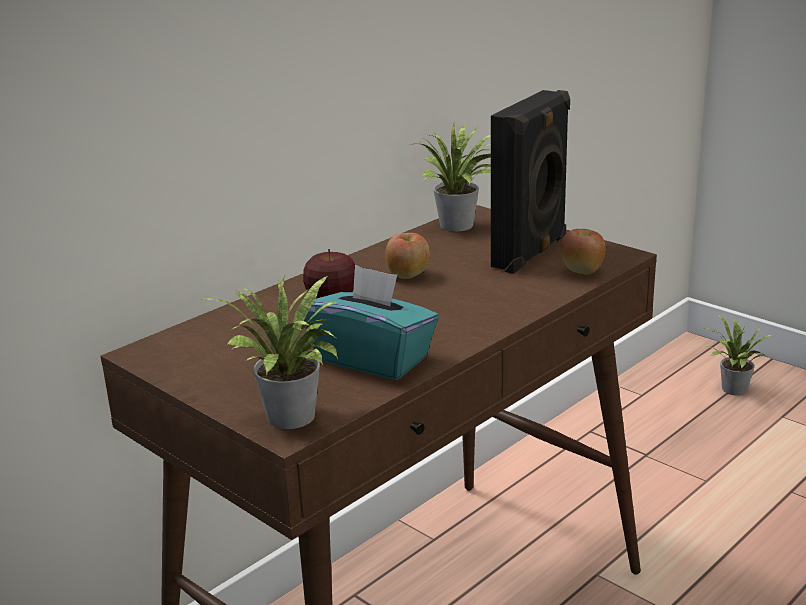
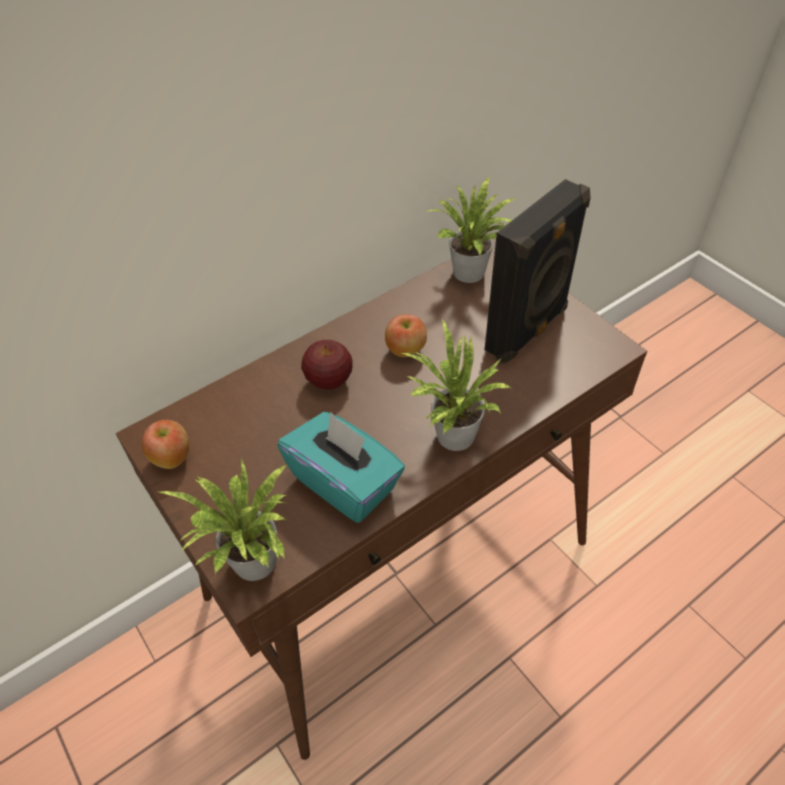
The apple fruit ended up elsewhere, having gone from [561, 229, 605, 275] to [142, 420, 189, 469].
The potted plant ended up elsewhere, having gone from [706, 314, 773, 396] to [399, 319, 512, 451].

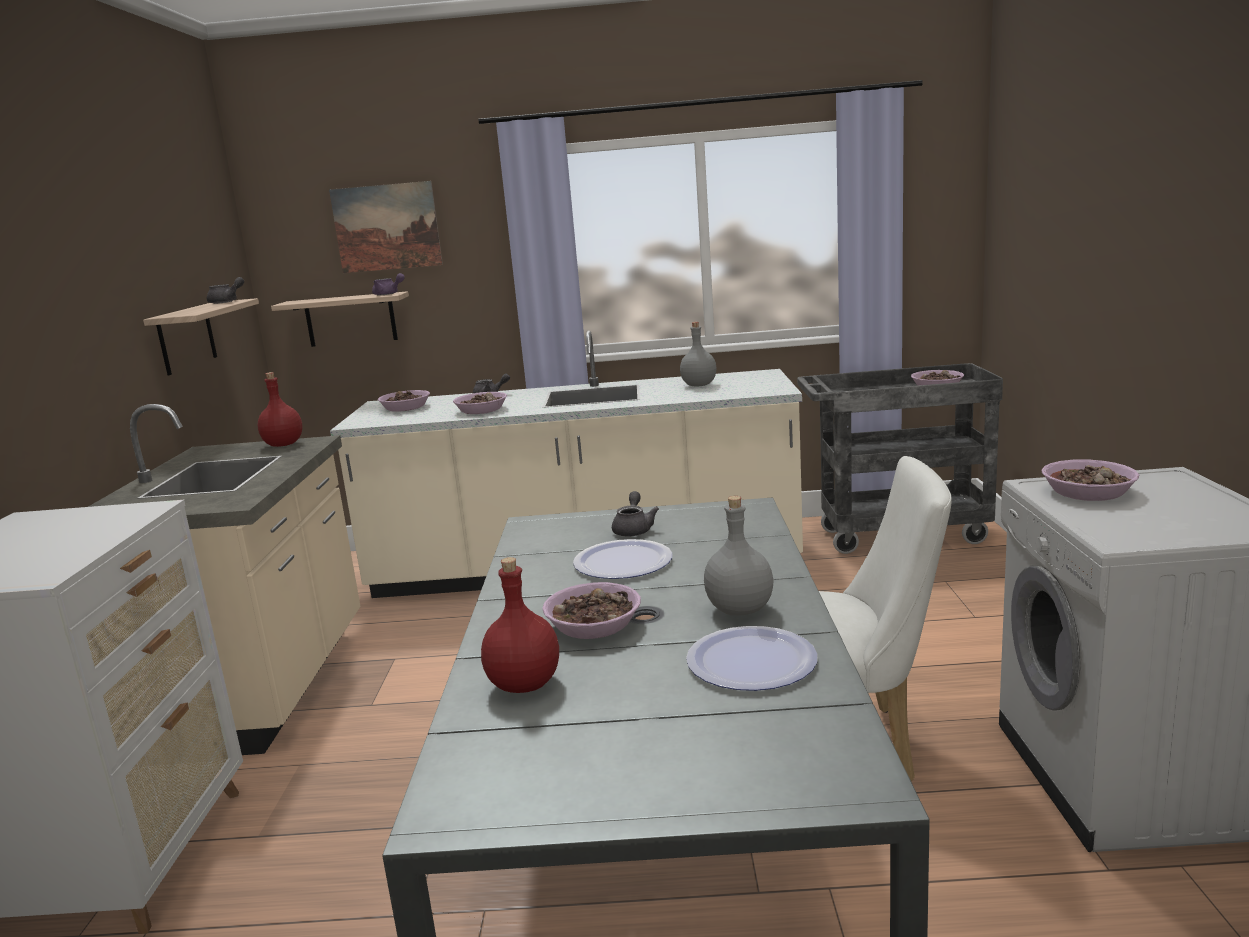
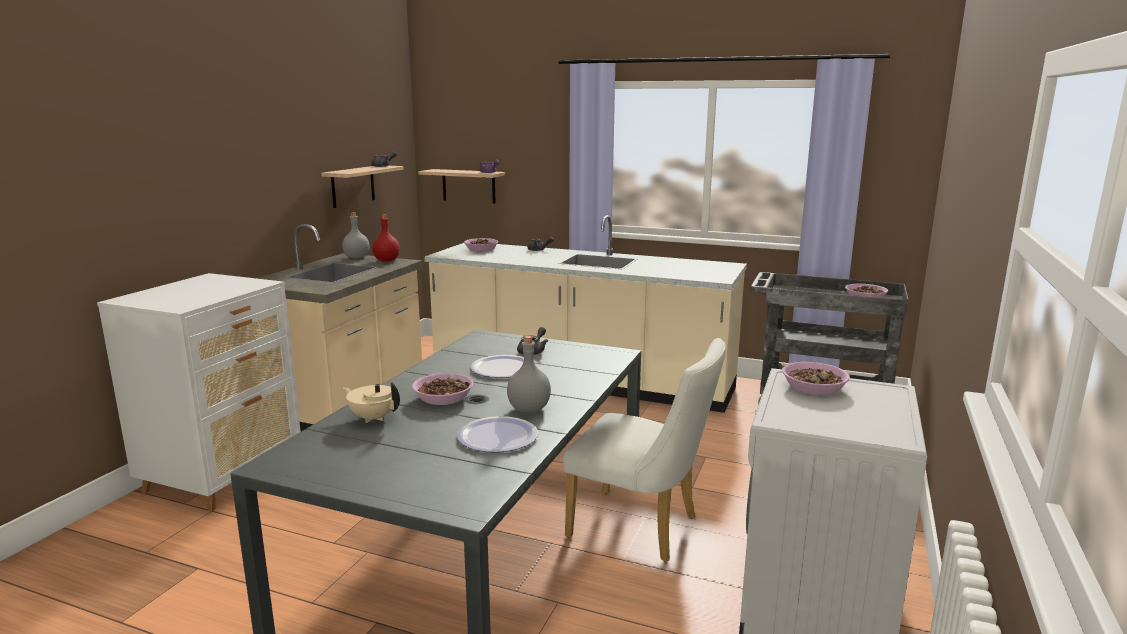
The second view lost the wall picture at [329, 181, 443, 273].
The grey bottle ended up elsewhere, having gone from [680, 322, 716, 386] to [342, 212, 370, 258].
The second view lost the deep dish at [453, 392, 507, 414].
Where the red bottle stood at [481, 557, 559, 693], the beige-coloured tea pot came to stand at [343, 382, 400, 423].

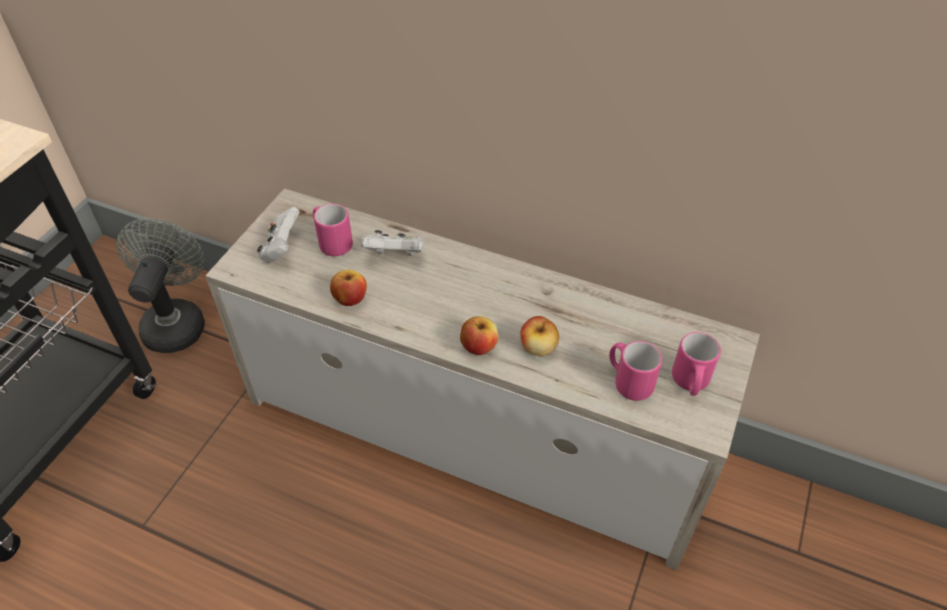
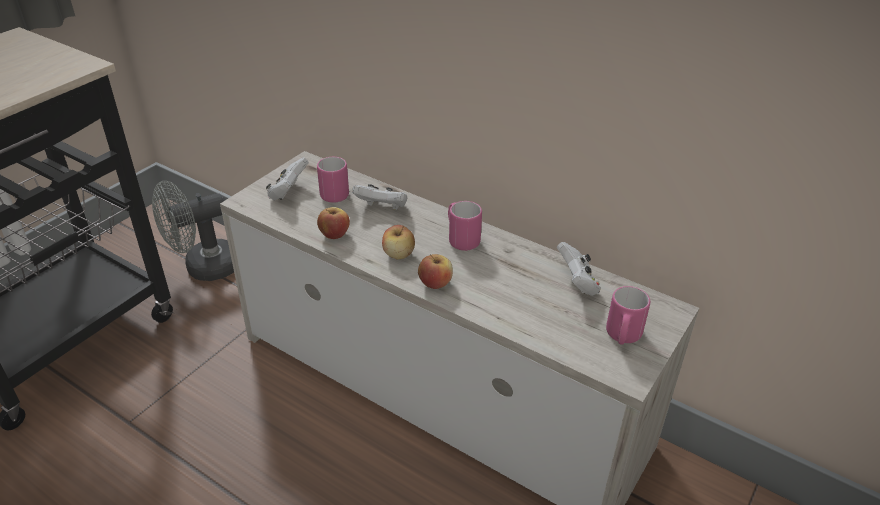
The grey fan at [116, 218, 205, 353] ended up facing another way, 135 degrees counterclockwise from before.
The apple fruit ended up elsewhere, having gone from [520, 316, 559, 356] to [382, 225, 415, 260].
The pink mug ended up elsewhere, having gone from [609, 341, 662, 401] to [448, 201, 482, 251].
The second view gained the whitish gamepad at [557, 242, 601, 296].

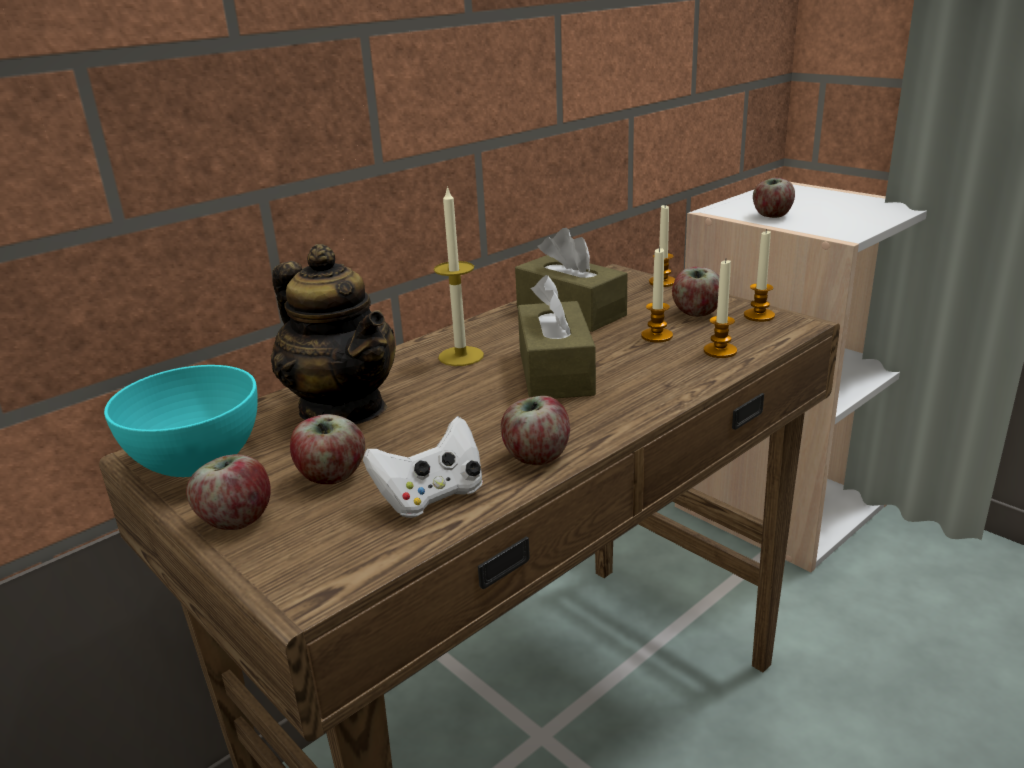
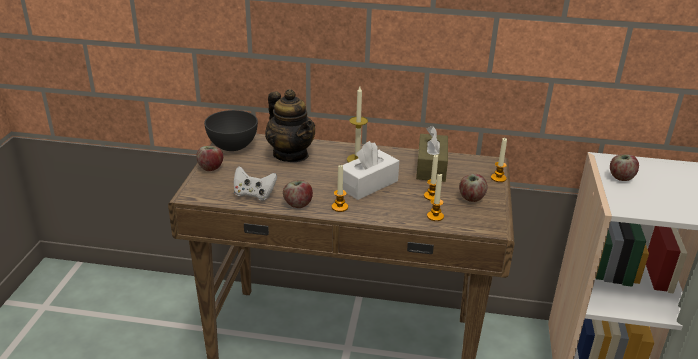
The wax light ended up elsewhere, having gone from [744, 229, 775, 322] to [332, 164, 348, 212].
The tea pot at [271, 244, 396, 424] ended up facing another way, 45 degrees counterclockwise from before.
What was the brown tissue box at [518, 275, 596, 399] turned into the whitish tissue box at [343, 141, 399, 200].
What was the blue-green deep dish at [104, 365, 258, 477] turned into the grey deep dish at [204, 110, 258, 151].
The second view lost the apple fruit at [290, 414, 365, 484].

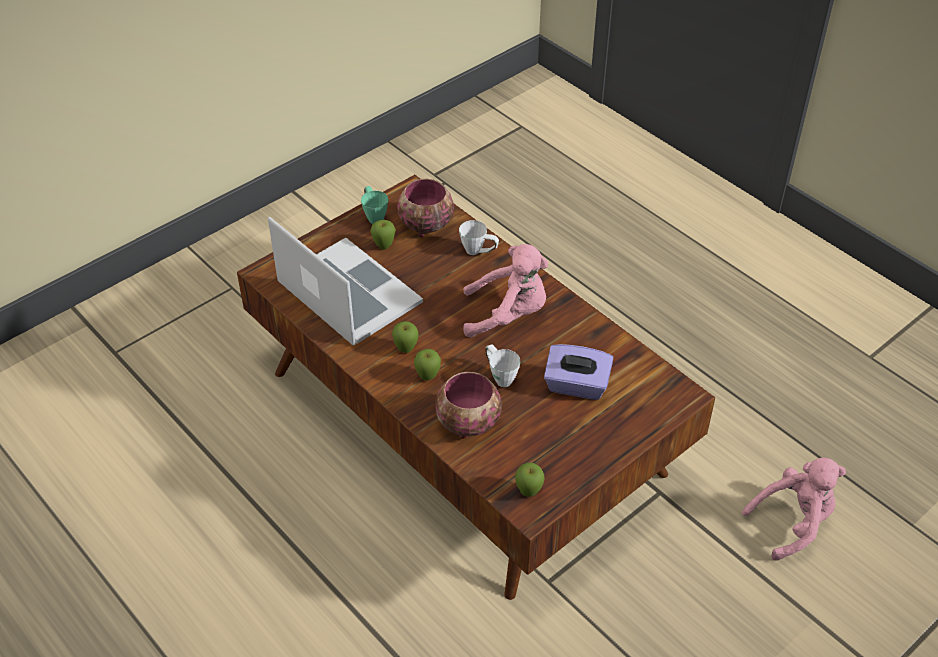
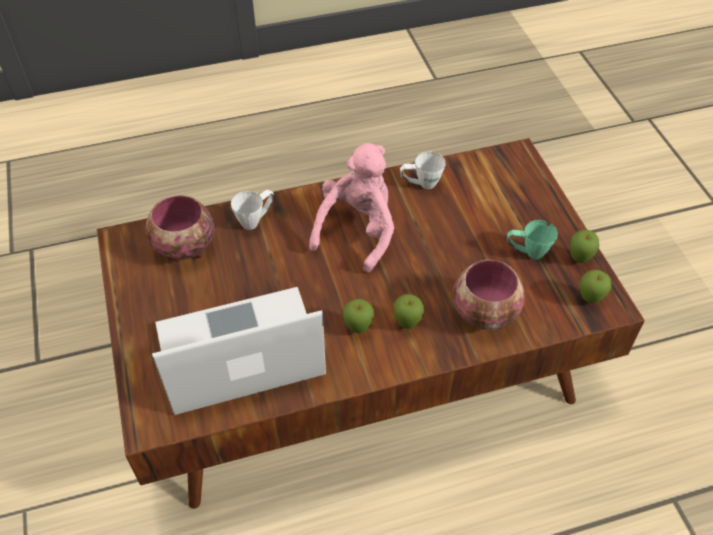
The greenish mug ended up elsewhere, having gone from [361, 186, 388, 224] to [507, 220, 558, 259].
The apple fruit ended up elsewhere, having gone from [370, 220, 396, 250] to [570, 230, 600, 263].
The whitish mug ended up elsewhere, having gone from [485, 344, 520, 387] to [400, 152, 446, 189].
The second view lost the purple tissue box at [544, 344, 613, 400].
The second view lost the pink plush toy at [742, 457, 846, 561].

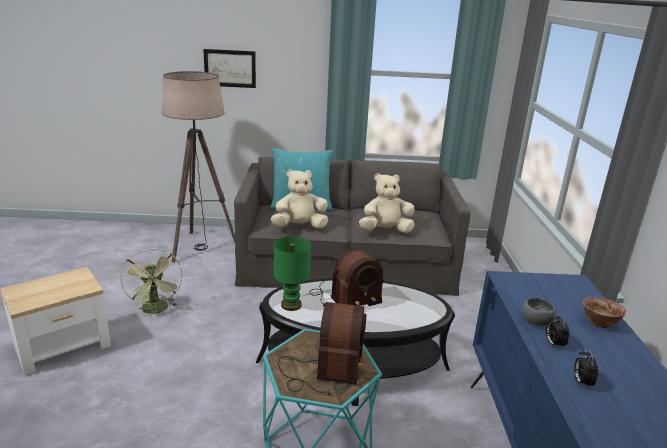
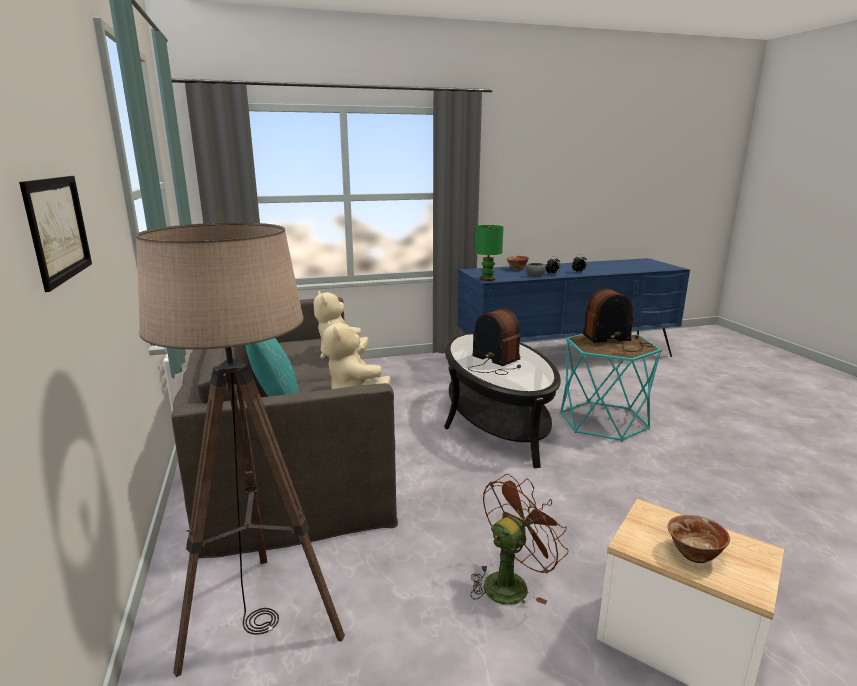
The greenish tabletop lamp ended up elsewhere, having gone from [274, 236, 311, 311] to [475, 225, 503, 281].
What was the greenish fan at [121, 248, 182, 316] turned into the brown fan at [470, 474, 568, 605].
The second view gained the deep dish at [668, 515, 730, 563].

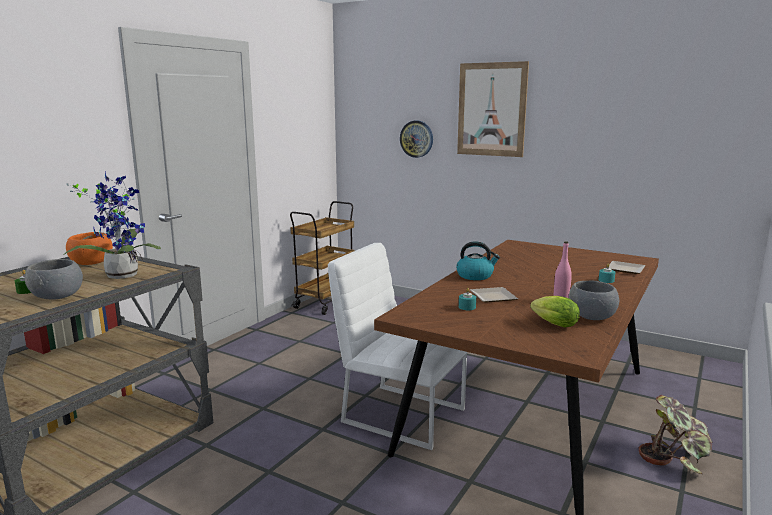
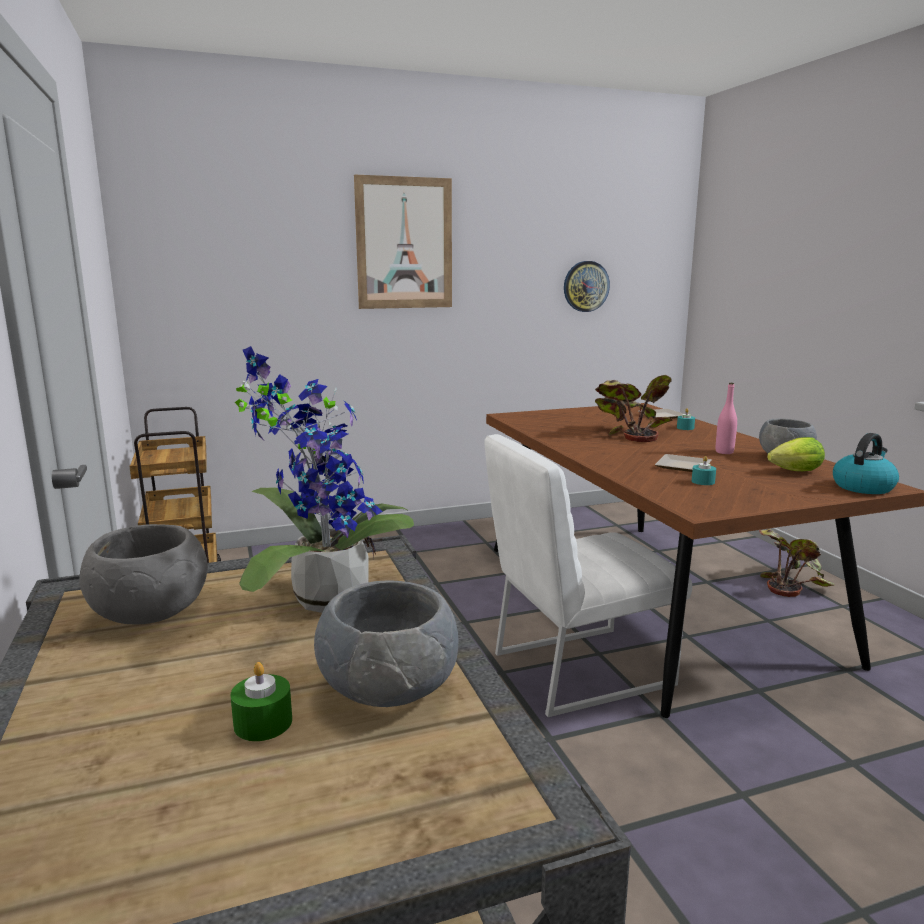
The clock on the wall ended up elsewhere, having gone from [400, 121, 433, 158] to [564, 261, 610, 312].
What was the orange deep dish at [66, 232, 113, 265] turned into the grey deep dish at [79, 524, 208, 624].
The tea kettle ended up elsewhere, having gone from [456, 241, 500, 280] to [833, 433, 899, 494].
The second view gained the potted plant at [595, 375, 673, 442].

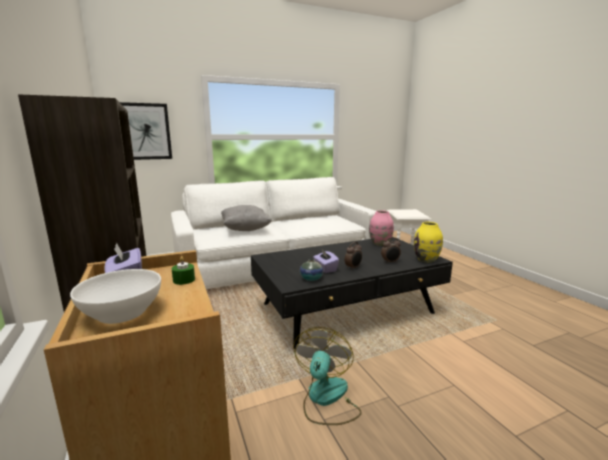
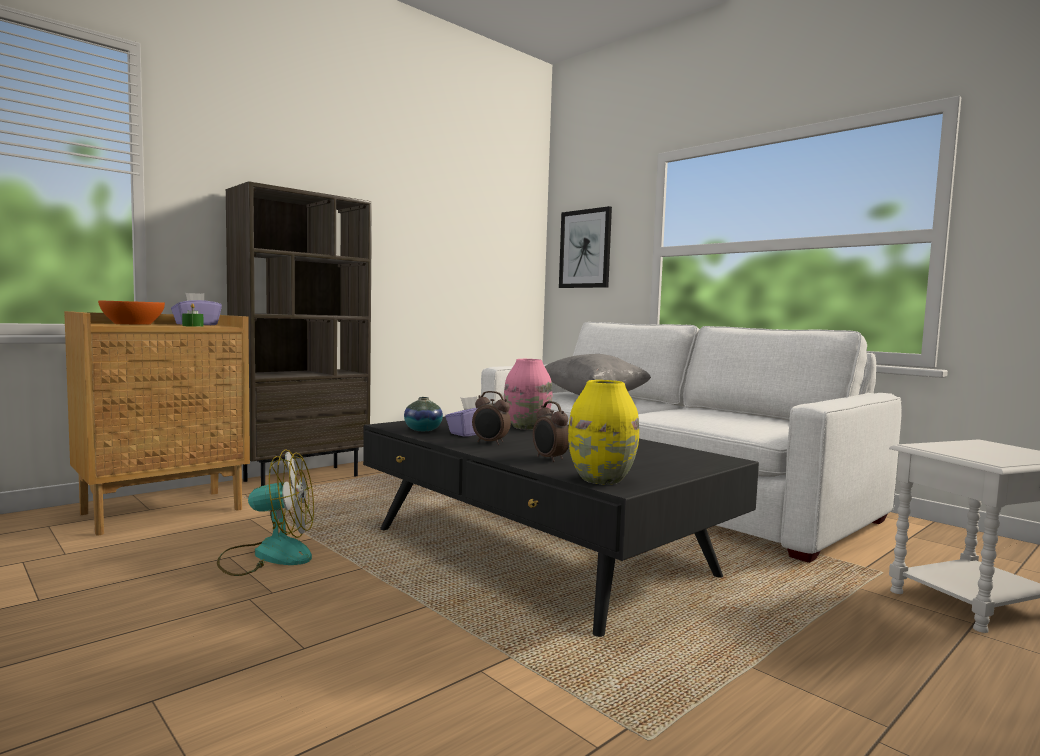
The pink flower vase ended up elsewhere, having gone from [369, 210, 394, 246] to [504, 359, 552, 430].
What was the whitish deep dish at [70, 269, 161, 324] turned into the orange deep dish at [98, 300, 165, 325].

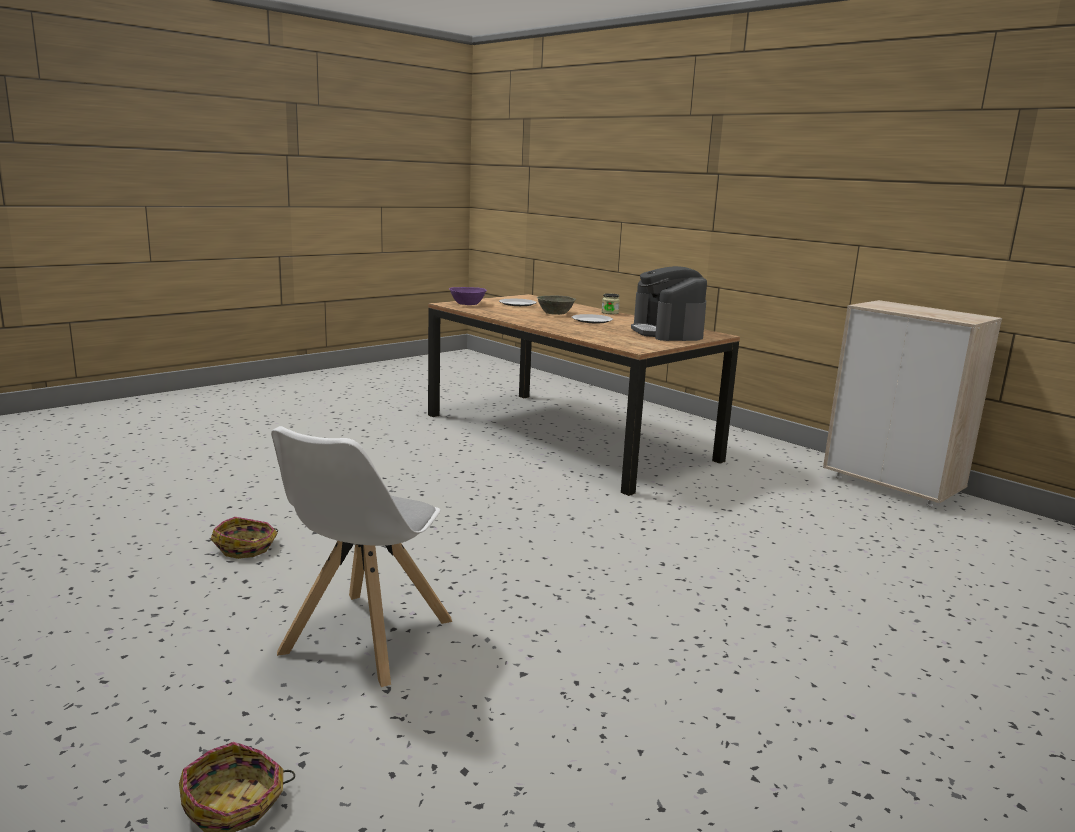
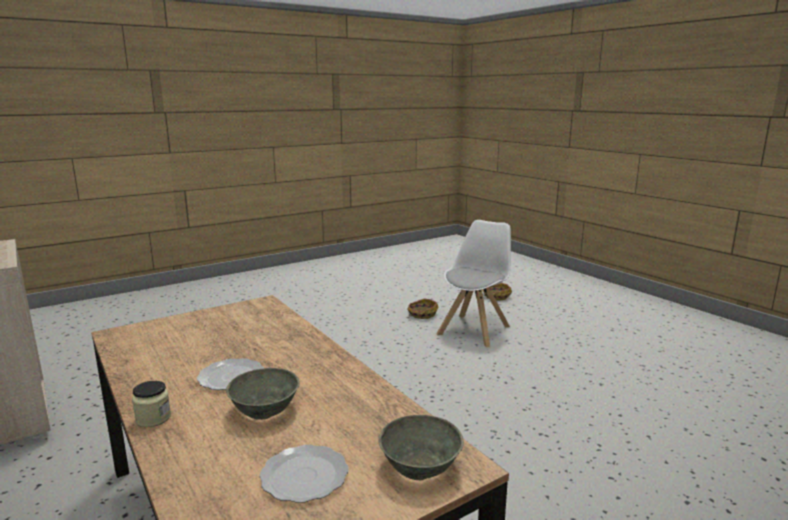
The second view lost the coffee maker at [631, 266, 707, 341].
What was the purple deep dish at [449, 287, 487, 305] turned into the grey deep dish at [378, 415, 464, 480].
The household basket ended up elsewhere, having gone from [211, 517, 278, 559] to [407, 298, 439, 319].

